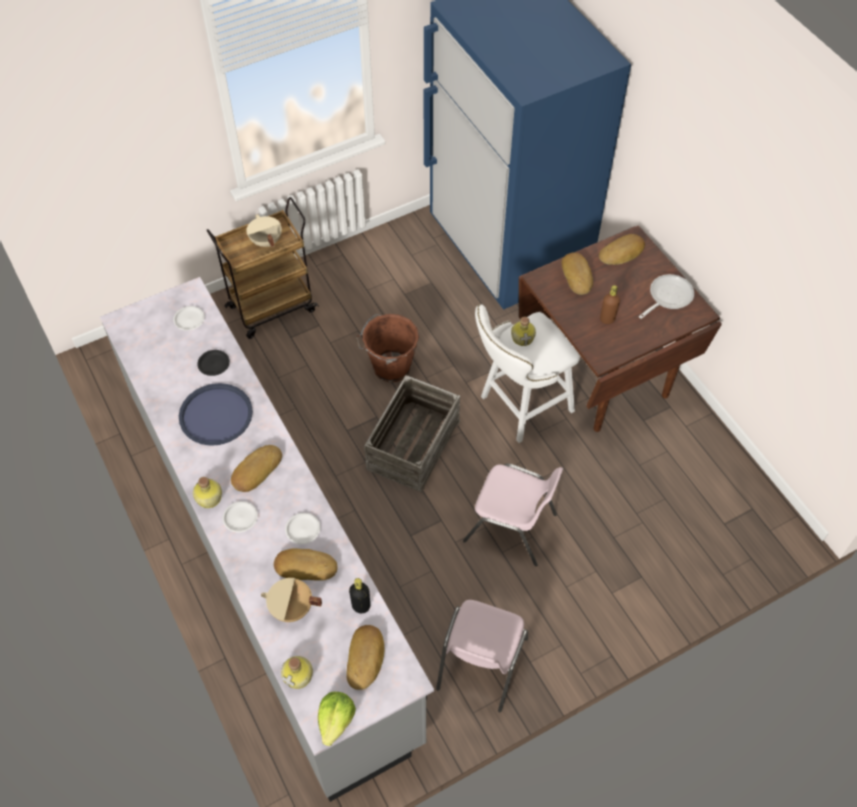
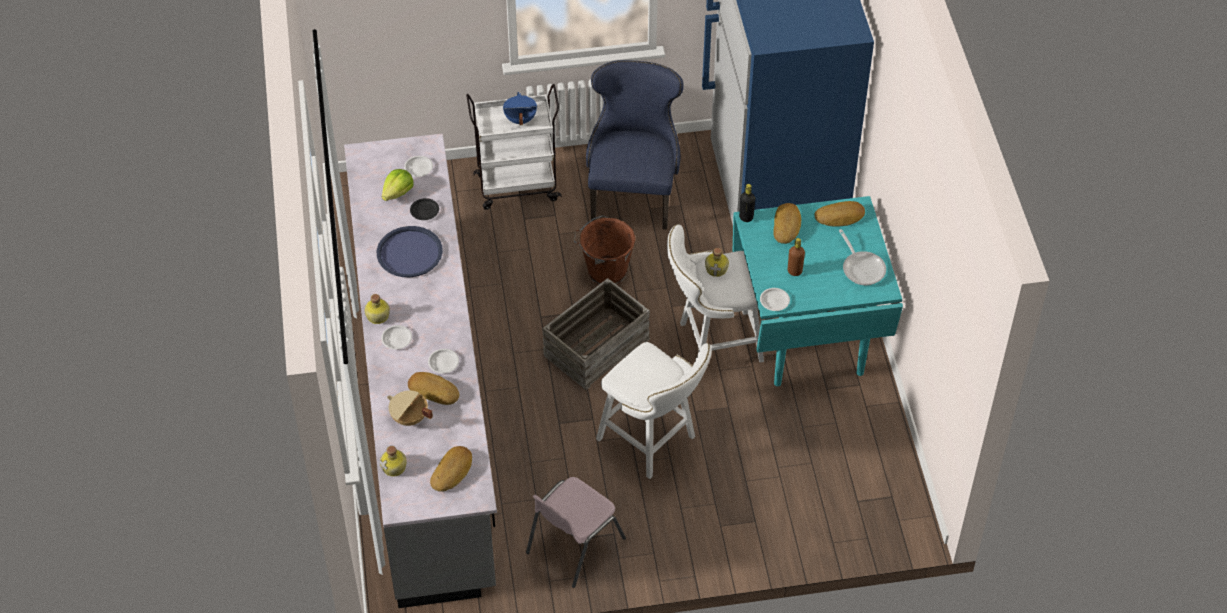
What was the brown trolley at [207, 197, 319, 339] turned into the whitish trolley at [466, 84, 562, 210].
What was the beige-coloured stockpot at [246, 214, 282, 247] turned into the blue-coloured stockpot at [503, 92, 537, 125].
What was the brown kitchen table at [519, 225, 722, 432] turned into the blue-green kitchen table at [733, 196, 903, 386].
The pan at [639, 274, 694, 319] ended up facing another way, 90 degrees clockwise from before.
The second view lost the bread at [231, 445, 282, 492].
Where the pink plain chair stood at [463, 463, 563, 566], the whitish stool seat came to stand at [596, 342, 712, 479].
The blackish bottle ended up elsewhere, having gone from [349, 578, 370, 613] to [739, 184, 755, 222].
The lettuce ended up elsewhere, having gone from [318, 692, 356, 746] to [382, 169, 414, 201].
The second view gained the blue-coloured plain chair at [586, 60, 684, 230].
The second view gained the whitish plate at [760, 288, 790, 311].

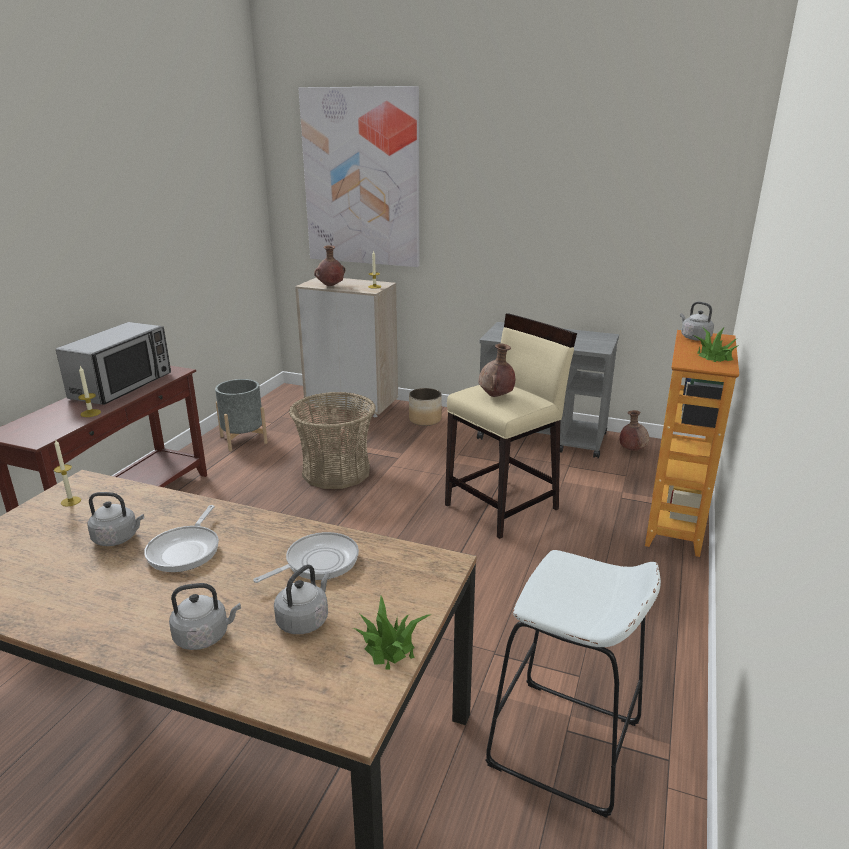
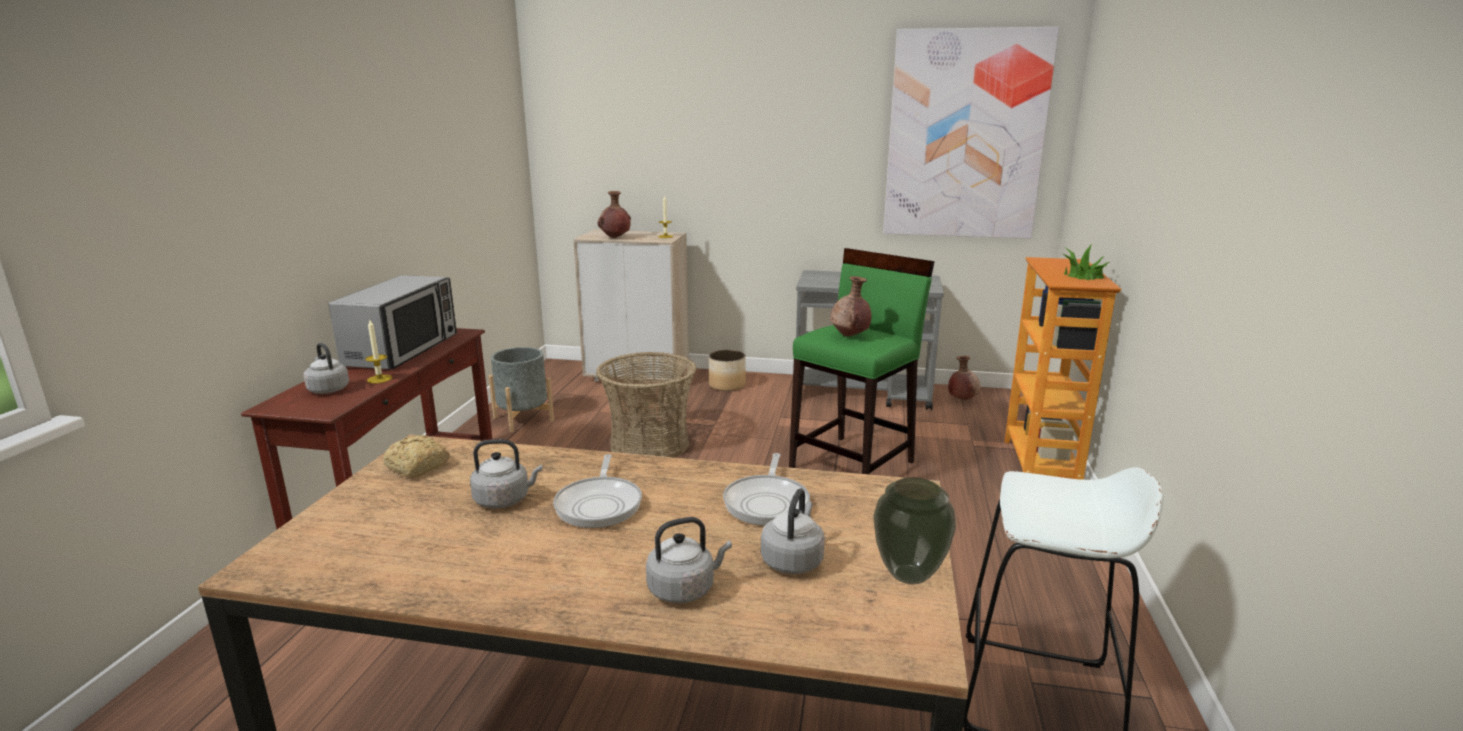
The wall picture ended up elsewhere, having gone from [298, 86, 419, 267] to [883, 27, 1059, 238].
The grey tea kettle ended up elsewhere, having gone from [680, 302, 714, 341] to [303, 343, 349, 394].
What was the beige-coloured stool seat at [445, 314, 577, 539] turned into the greenish stool seat at [789, 248, 935, 474].
Where the wax light stood at [54, 439, 81, 507], the bread came to stand at [383, 435, 450, 478].
The pan at [253, 532, 359, 583] ended up facing another way, 150 degrees clockwise from before.
Where the potted plant stood at [353, 595, 432, 670], the flower vase came to stand at [873, 477, 956, 584].

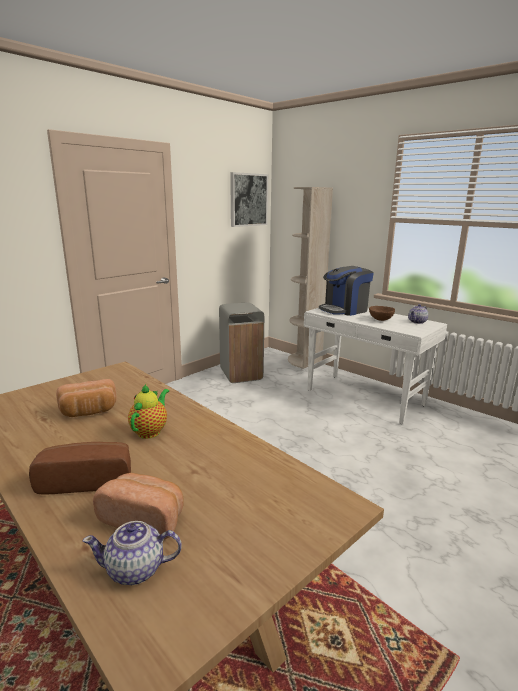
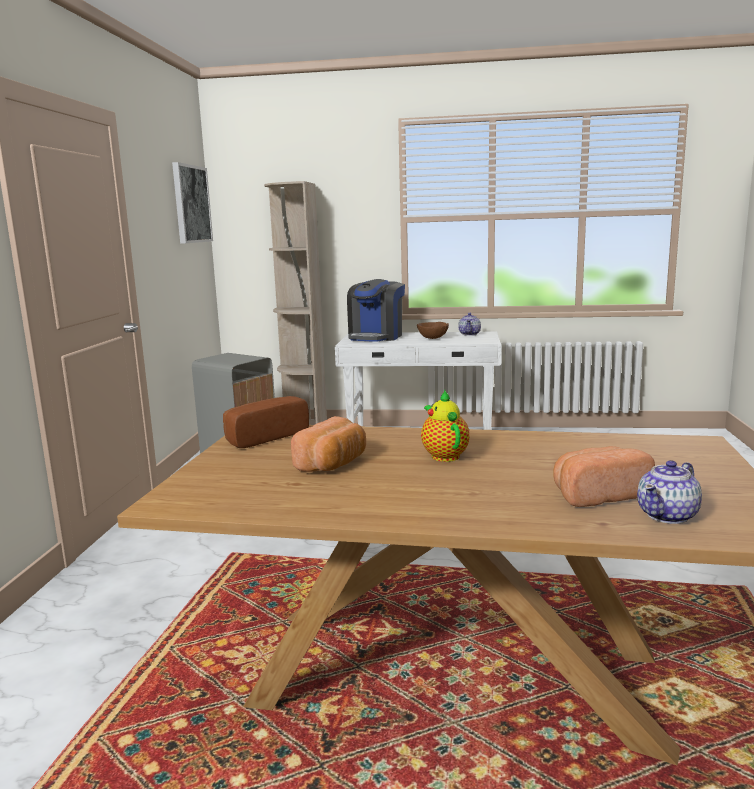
The bread ended up elsewhere, having gone from [29, 442, 131, 495] to [223, 396, 309, 448].

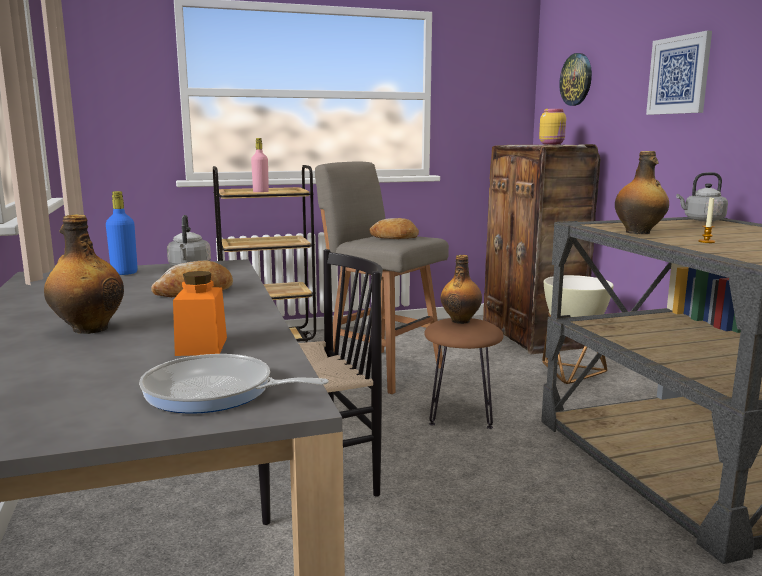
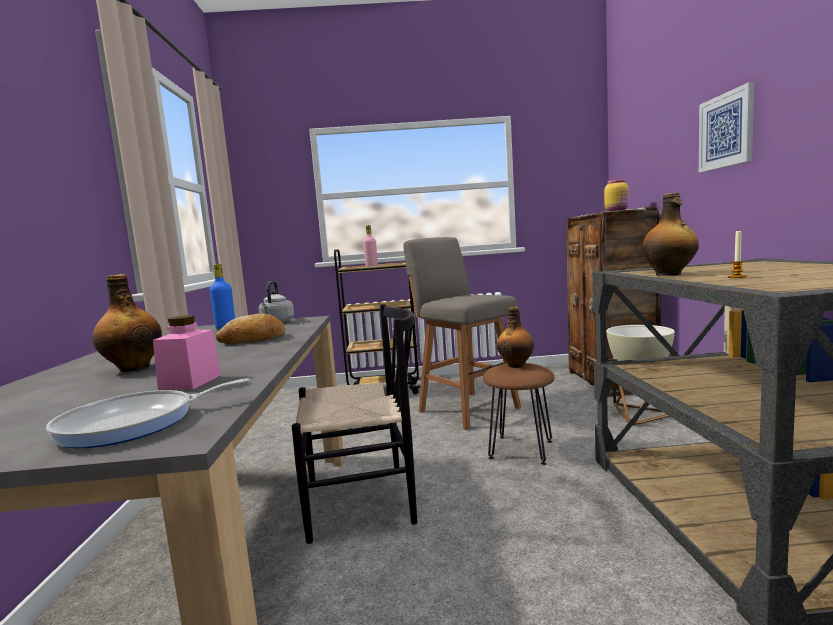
The second view lost the clock on the wall at [559, 53, 592, 106].
The second view lost the grey tea kettle at [676, 172, 728, 221].
The second view lost the bread at [369, 218, 419, 239].
What was the orange storage jar at [173, 271, 227, 356] turned into the pink storage jar at [153, 315, 221, 390].
The pan at [139, 354, 329, 414] ended up facing another way, 60 degrees counterclockwise from before.

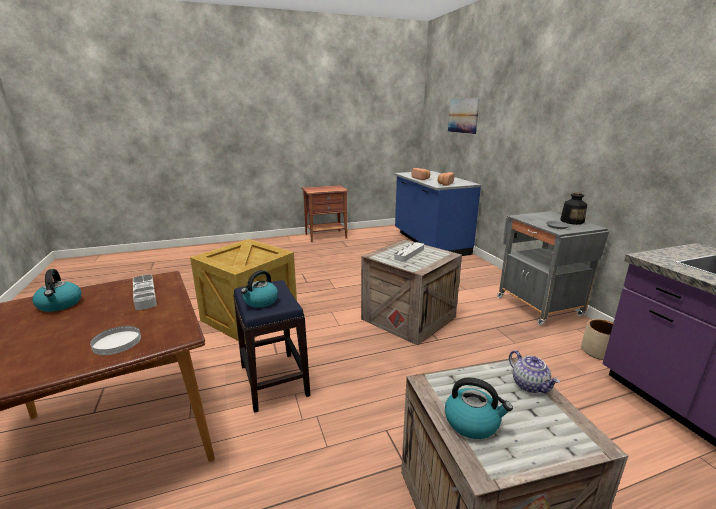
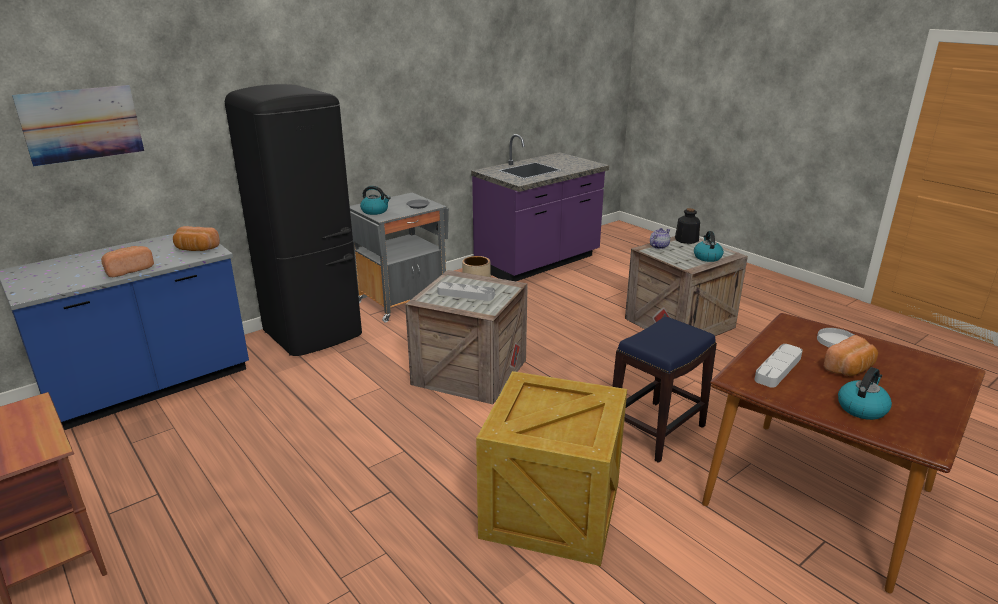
The bottle ended up elsewhere, having gone from [560, 192, 587, 225] to [675, 208, 700, 244].
The tea kettle ended up elsewhere, having gone from [241, 270, 278, 308] to [360, 186, 391, 215].
The second view gained the blackish kitchen fridge at [225, 84, 362, 356].
The second view gained the bread at [824, 335, 878, 376].

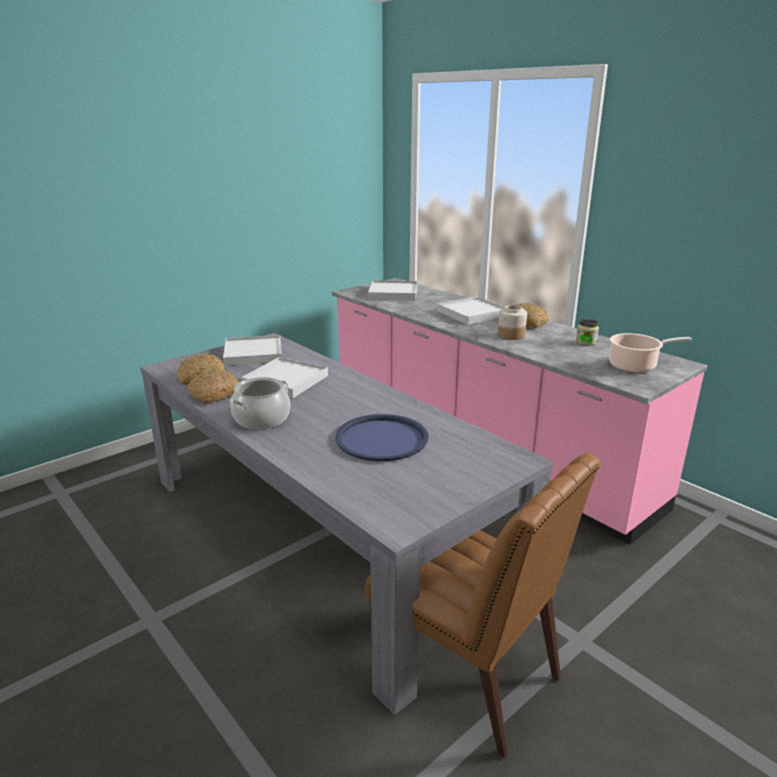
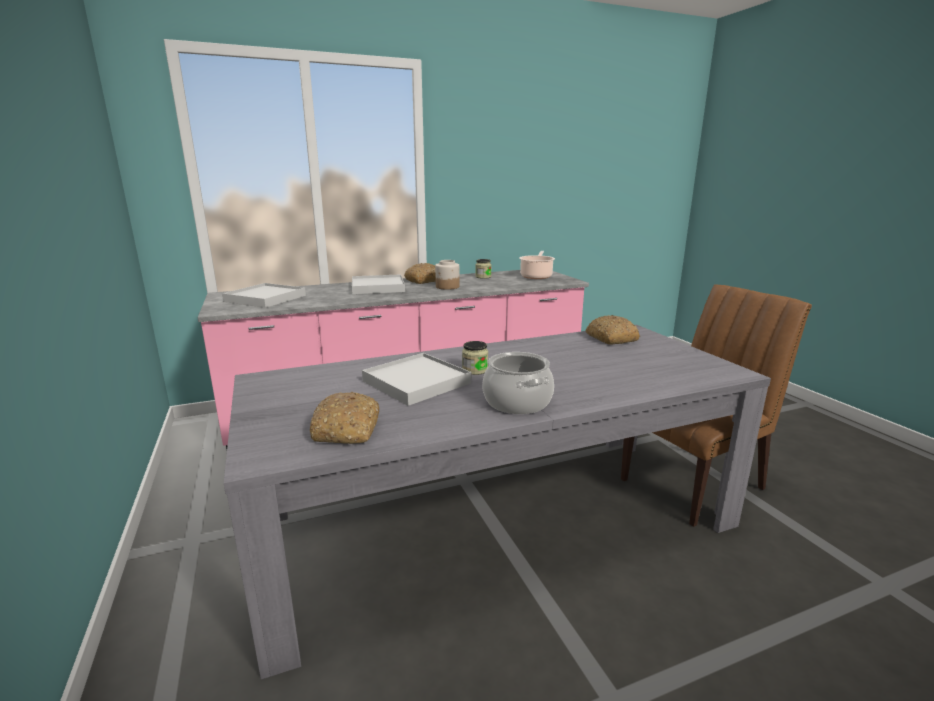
The second view lost the whitish tray at [223, 335, 282, 366].
The bread ended up elsewhere, having gone from [188, 370, 239, 404] to [585, 315, 640, 344].
The second view lost the blue-coloured tray at [335, 414, 428, 461].
The second view gained the storage jar at [462, 341, 488, 375].

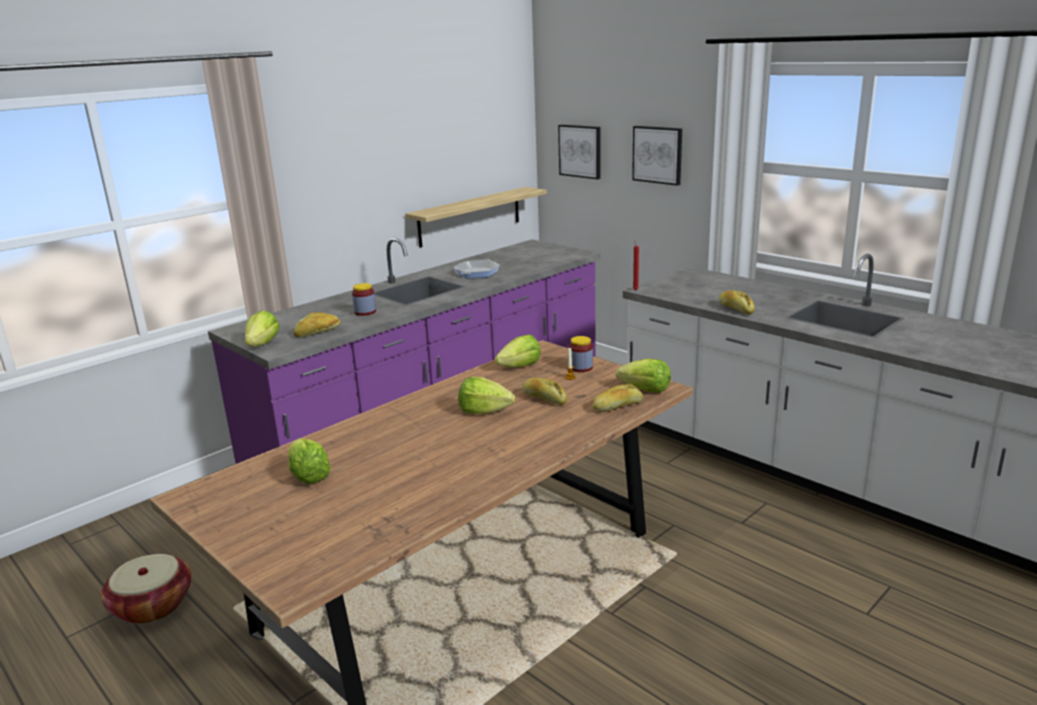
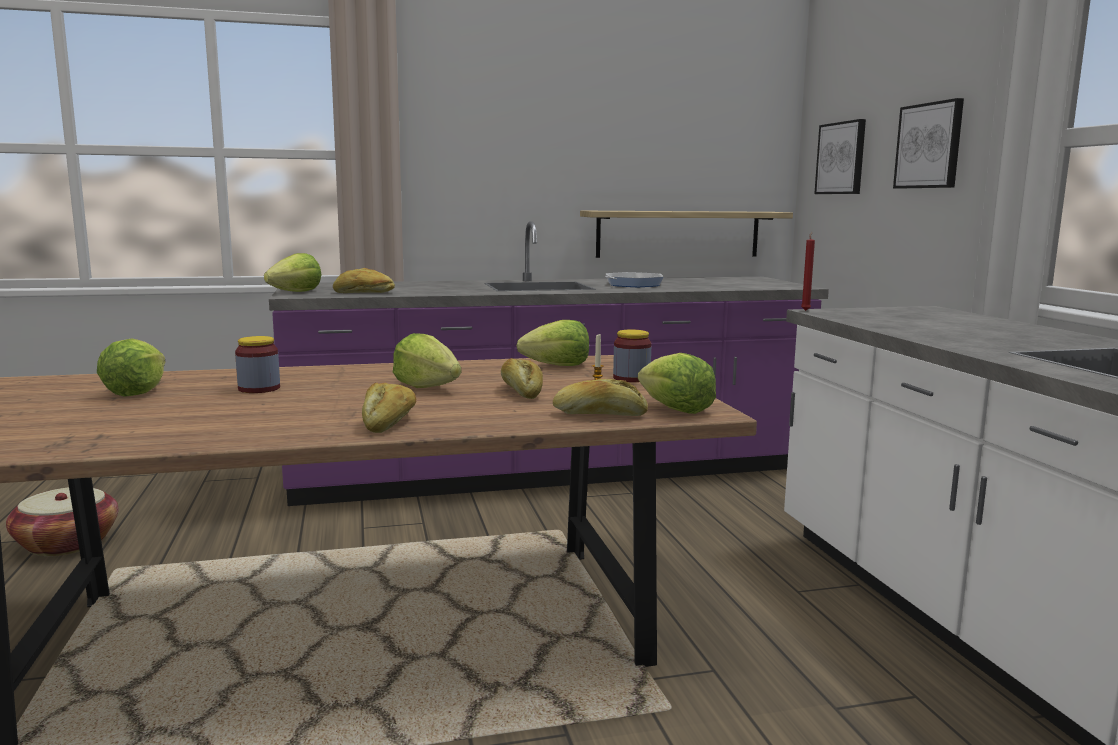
The storage jar ended up elsewhere, having gone from [352, 283, 376, 316] to [235, 336, 280, 393].
The bread ended up elsewhere, having gone from [719, 290, 755, 315] to [362, 382, 416, 433].

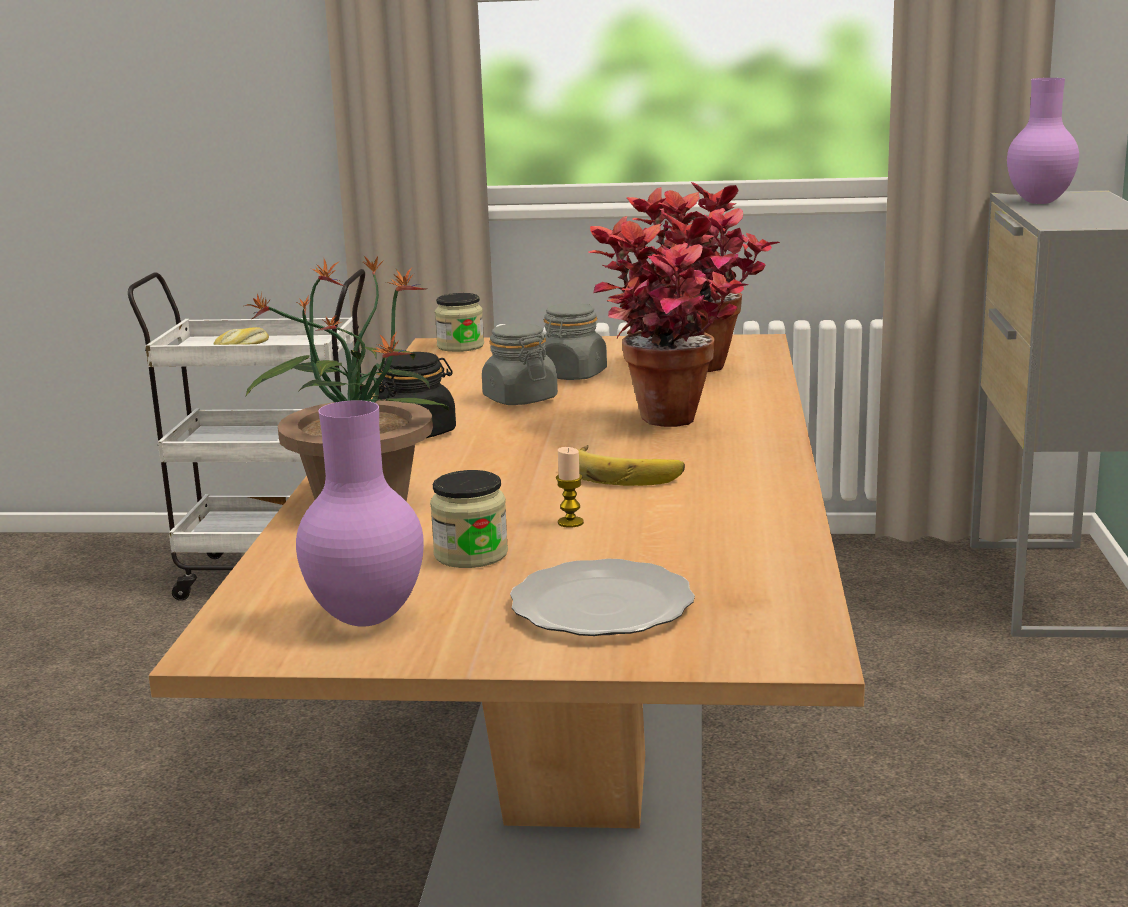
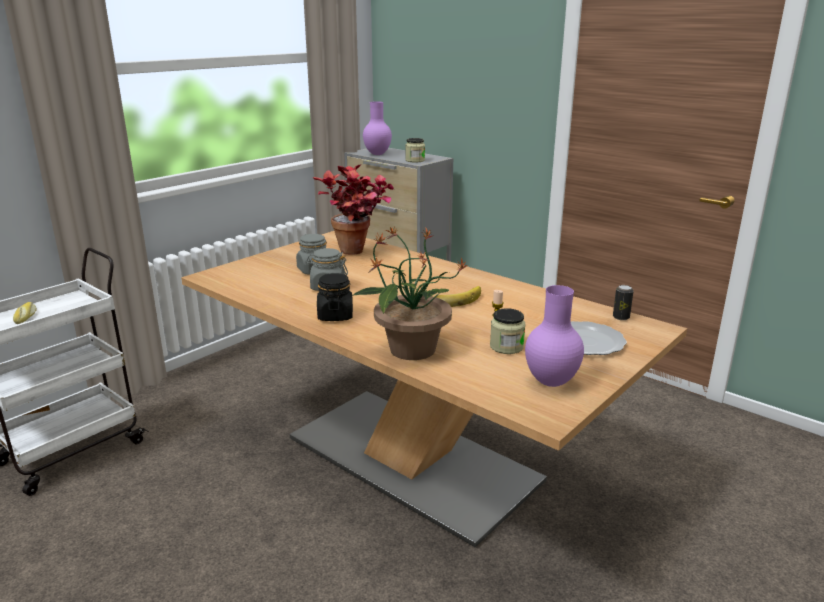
The second view lost the potted plant at [588, 211, 749, 427].
The storage jar ended up elsewhere, having gone from [435, 293, 484, 352] to [405, 138, 425, 163].
The second view gained the can at [613, 285, 634, 320].

